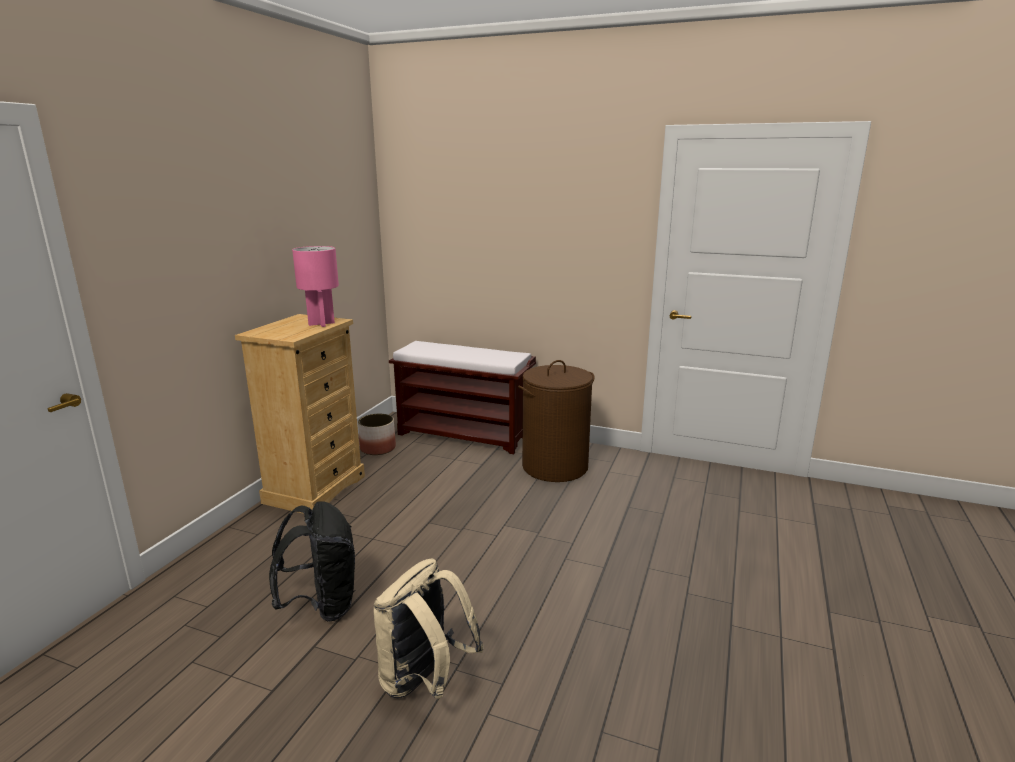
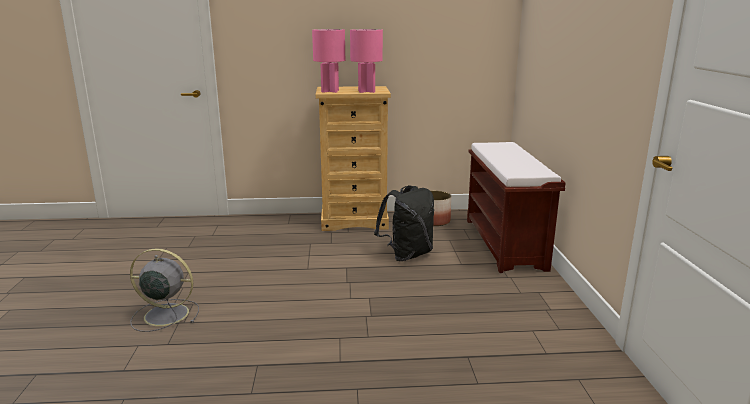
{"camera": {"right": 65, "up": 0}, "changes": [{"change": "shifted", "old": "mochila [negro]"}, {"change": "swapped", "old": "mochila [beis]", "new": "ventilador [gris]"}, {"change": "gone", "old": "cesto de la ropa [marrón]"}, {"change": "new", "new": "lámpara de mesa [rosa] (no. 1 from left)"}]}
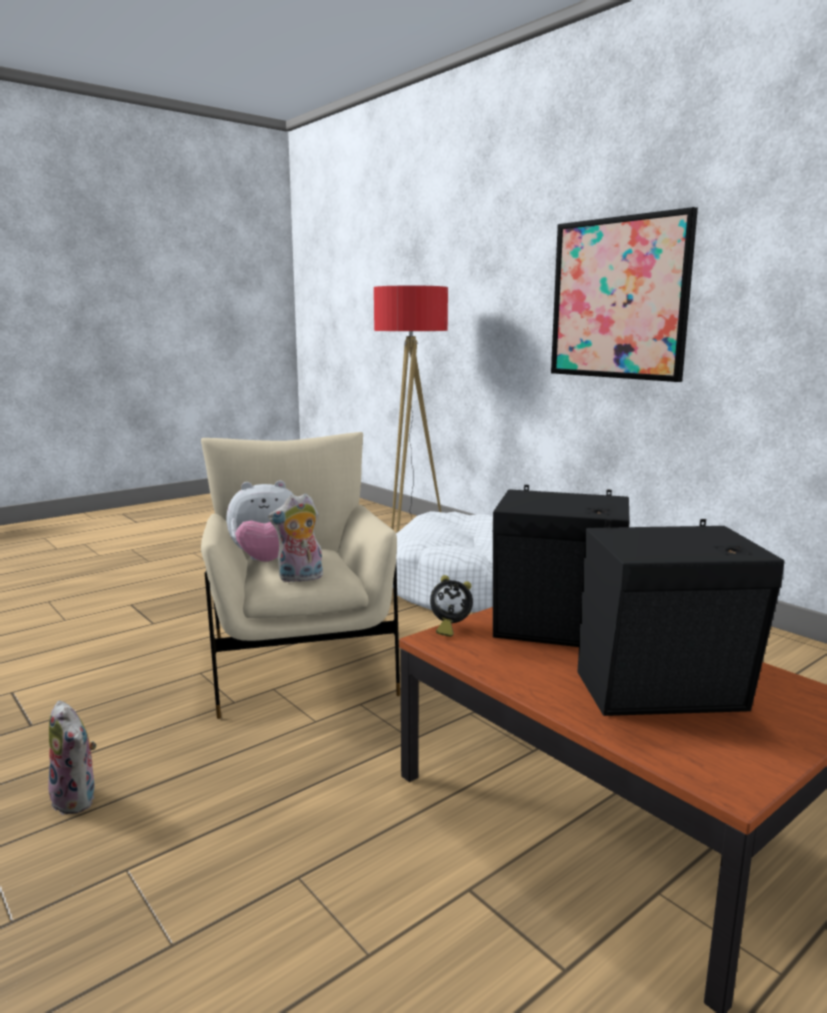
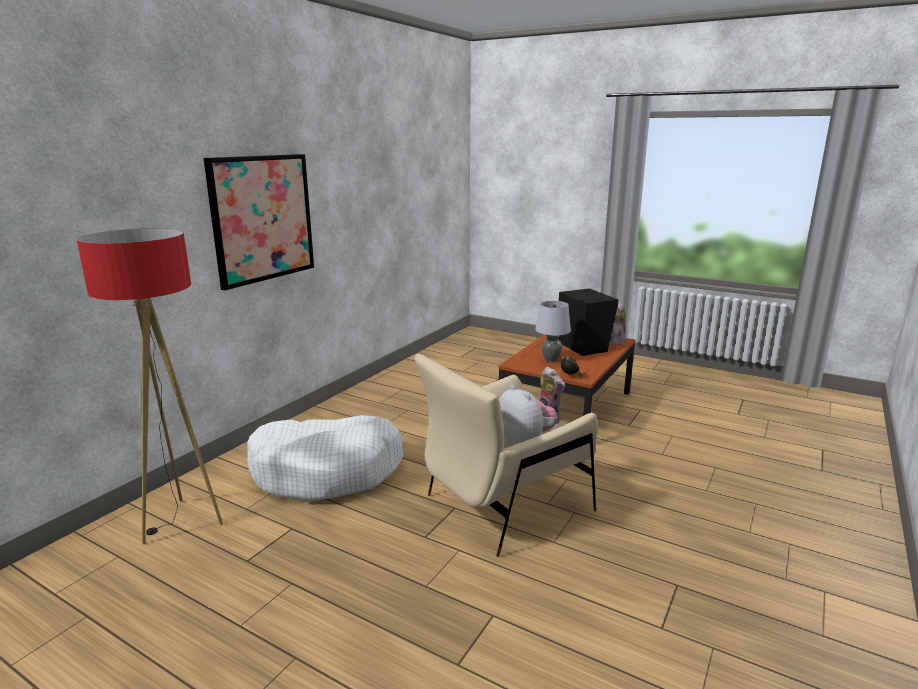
{"camera": {"right": -110, "up": 5}, "changes": [{"change": "shifted", "old": "peluche (no. 1 from left in the first image)", "new": "peluche (no. 3 from left)"}, {"change": "swapped", "old": "altavoz [negro] (no. 1 from left)", "new": "lámpara de mesa [gris]"}]}
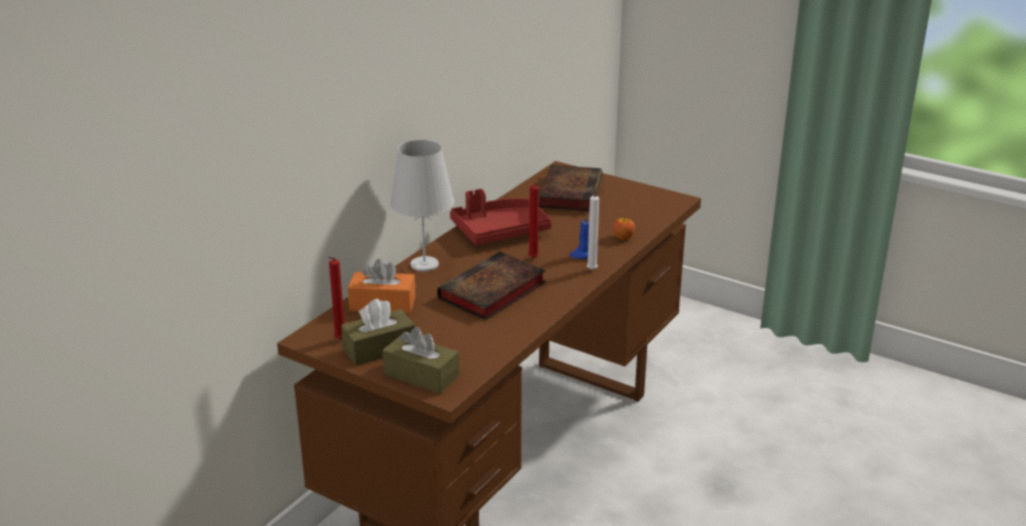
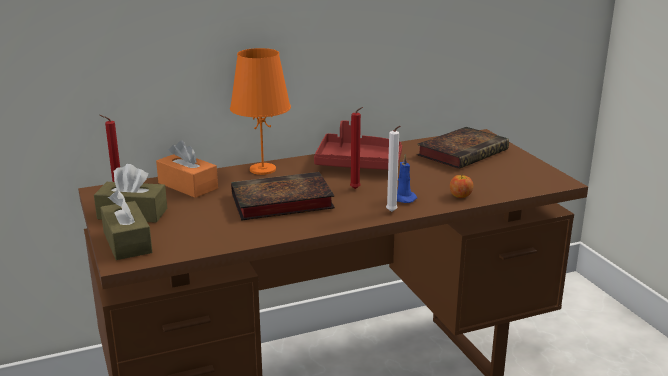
{"camera": {"right": 35, "up": -5}, "changes": [{"change": "repainted", "old": "lámpara de mesa [blanco]", "new": "lámpara de mesa [naranja]"}]}
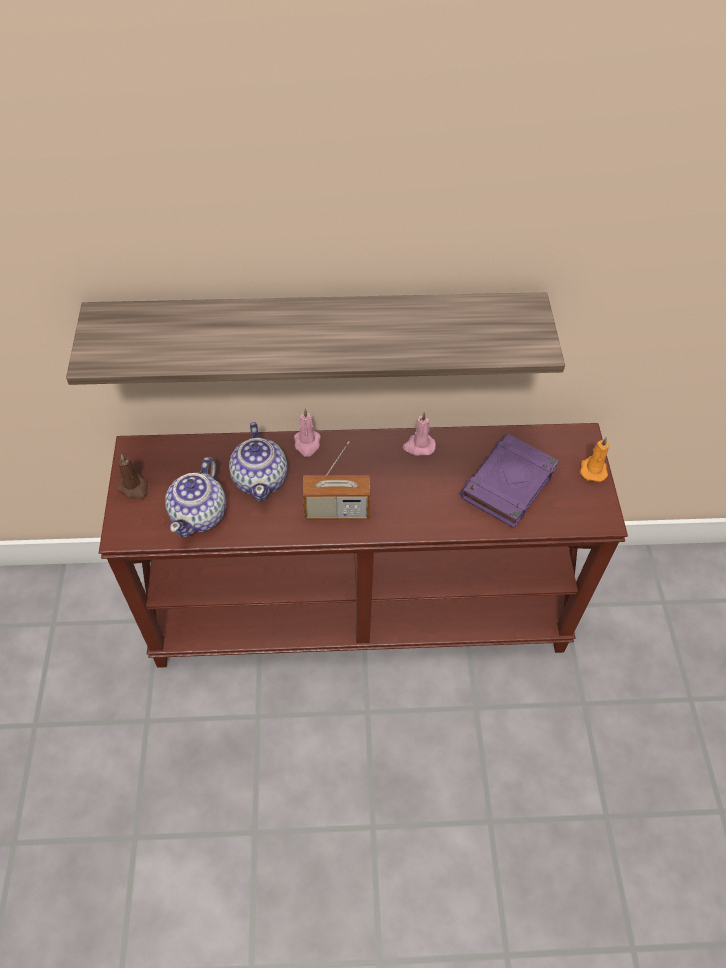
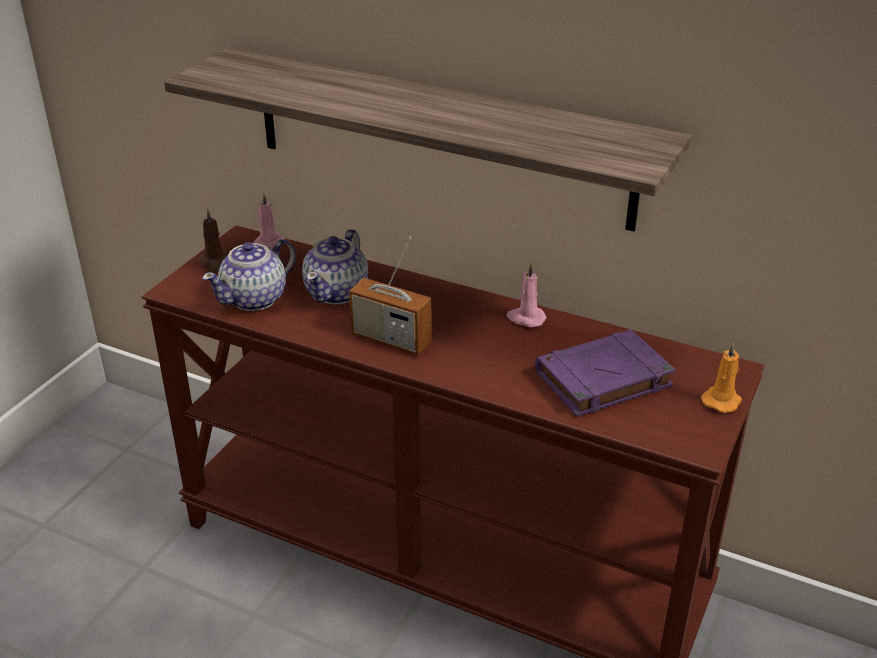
{"camera": {"right": 30, "up": -20}, "changes": [{"change": "shifted", "old": "vela [rosa] (no. 1 from left)"}]}
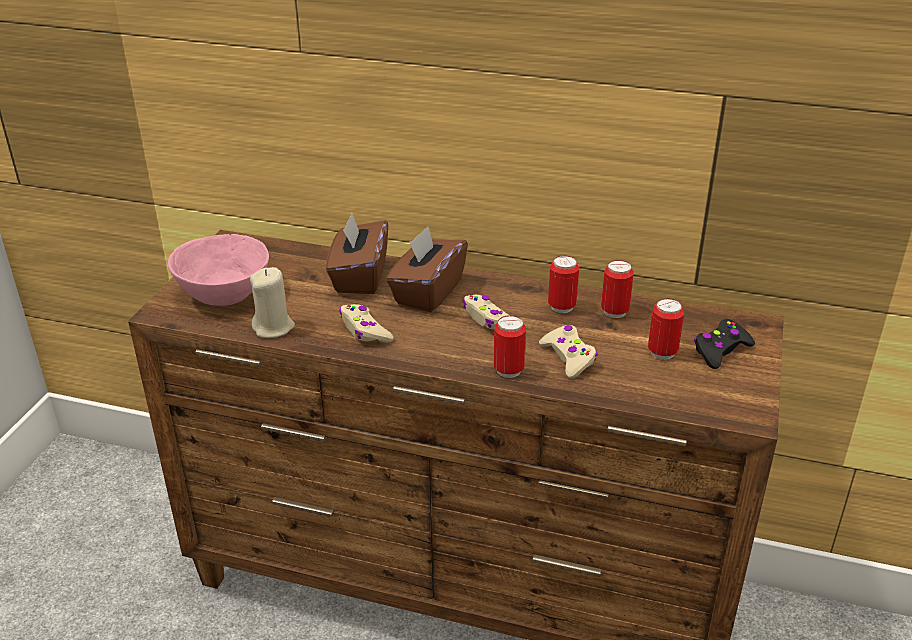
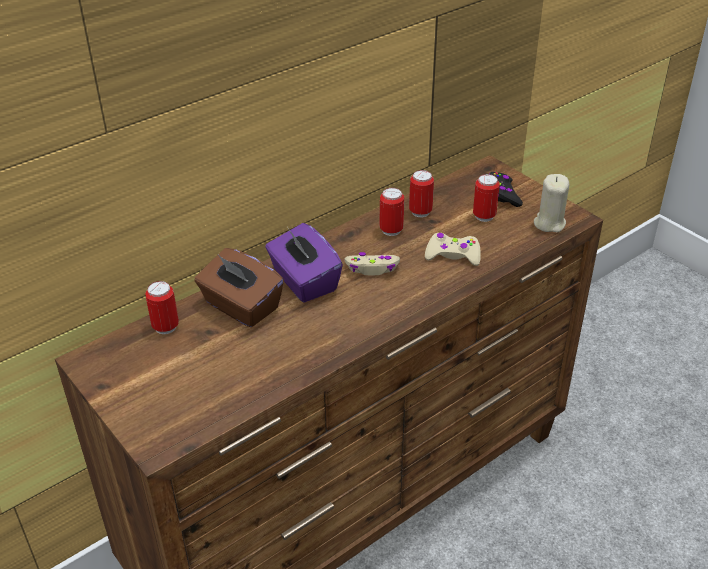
{"camera": {"right": -55, "up": 5}, "changes": [{"change": "gone", "old": "cuenco [rosa]"}, {"change": "shifted", "old": "vela [beis]"}, {"change": "gone", "old": "mando de consola [beis] (no. 1 from left)"}, {"change": "repainted", "old": "caja de pañuelos [marrón] (no. 2 from left)", "new": "caja de pañuelos [morado]"}, {"change": "shifted", "old": "lata (no. 1 from left)"}]}
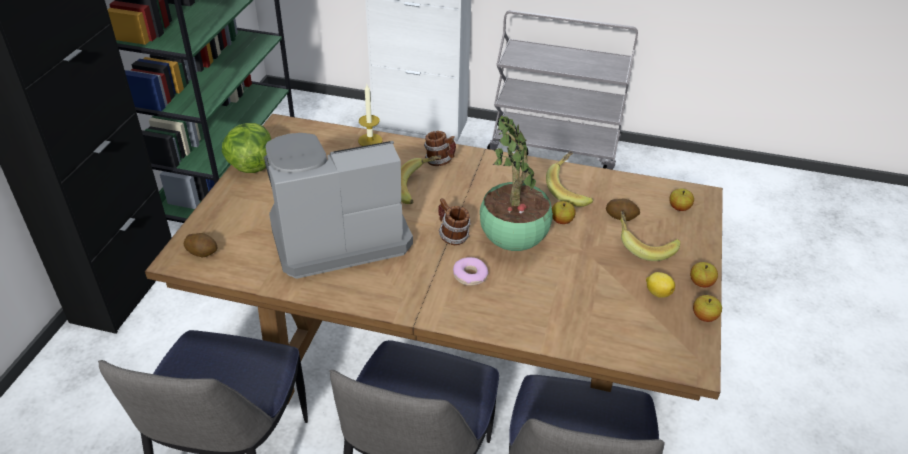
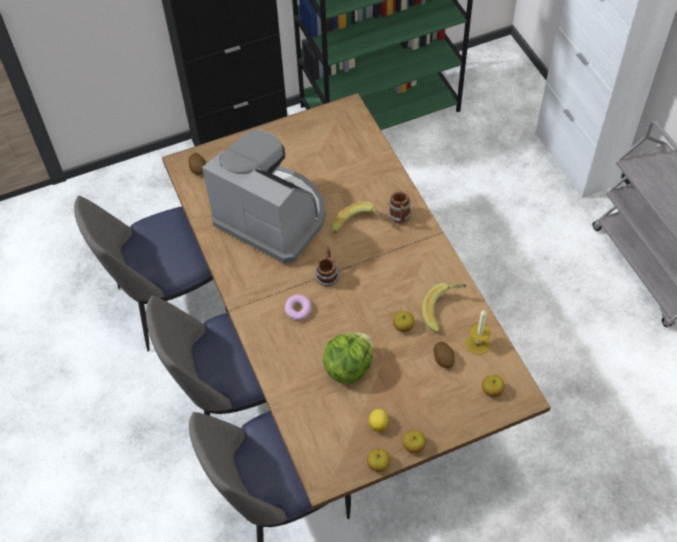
{"camera": {"right": 55, "up": 15}, "changes": [{"change": "shifted", "old": "lechuga"}, {"change": "shifted", "old": "vela"}, {"change": "gone", "old": "planta en maceta"}, {"change": "gone", "old": "plátano (no. 3 from left)"}]}
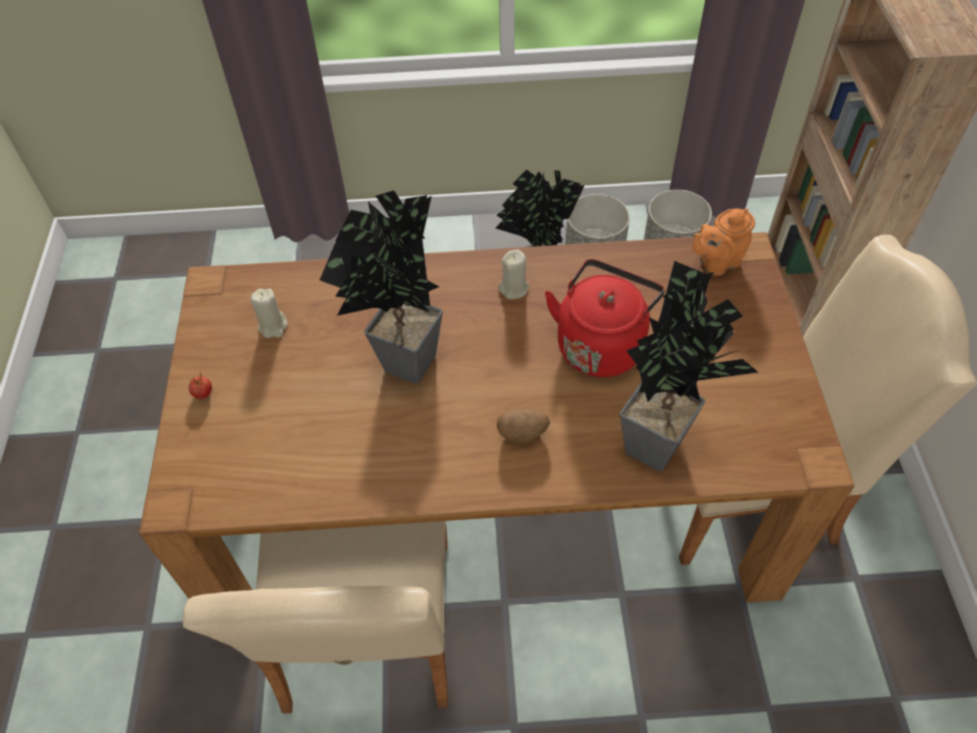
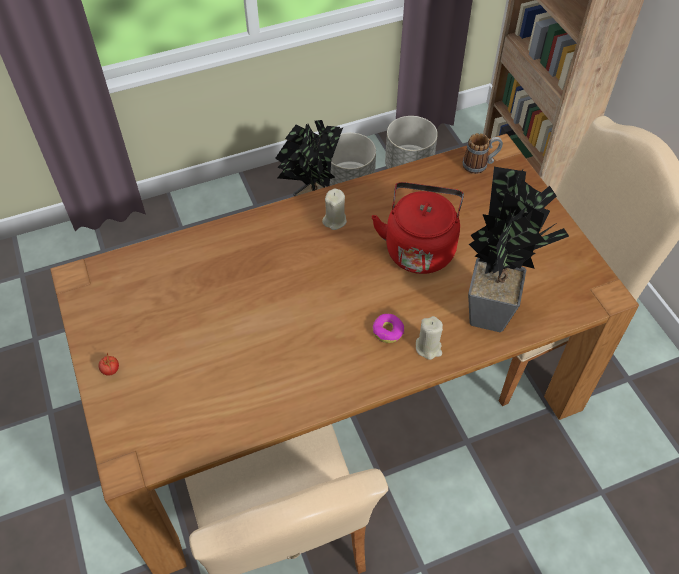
{"camera": {"right": -20, "up": 0}, "changes": [{"change": "shifted", "old": "vela [beis] (no. 1 from left in the first image)", "new": "vela [beis] (no. 2 from left)"}, {"change": "gone", "old": "planta en maceta (no. 1 from left)"}, {"change": "swapped", "old": "patata", "new": "rosquilla"}, {"change": "swapped", "old": "tetera [naranja]", "new": "taza grande"}]}
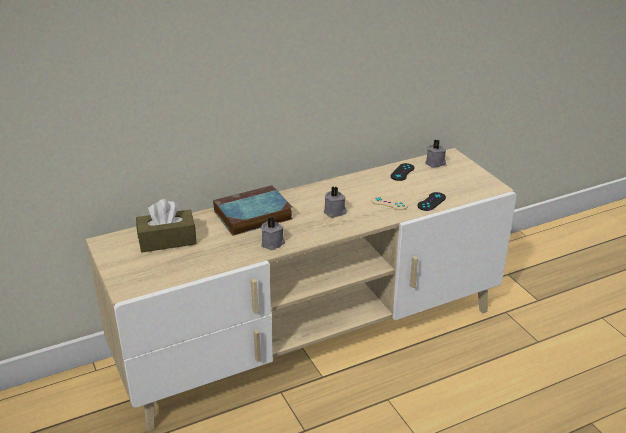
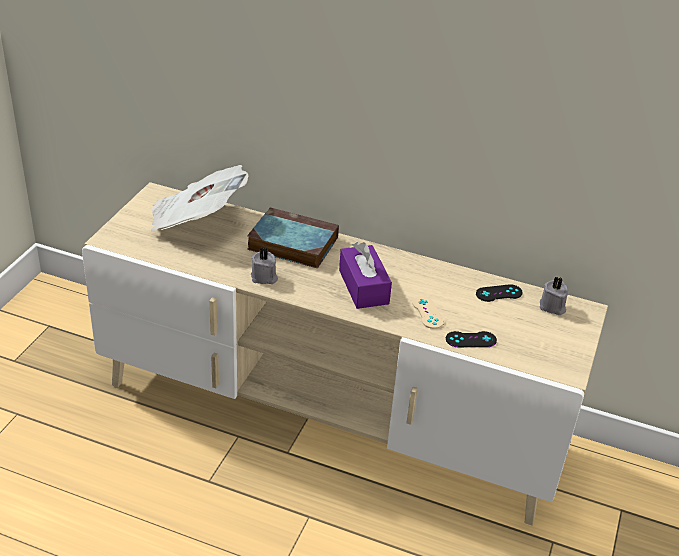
{"camera": {"right": 45, "up": 5}, "changes": [{"change": "swapped", "old": "caja de pañuelos [marrón]", "new": "periódico"}, {"change": "swapped", "old": "vela [gris] (no. 2 from left)", "new": "caja de pañuelos [morado]"}]}
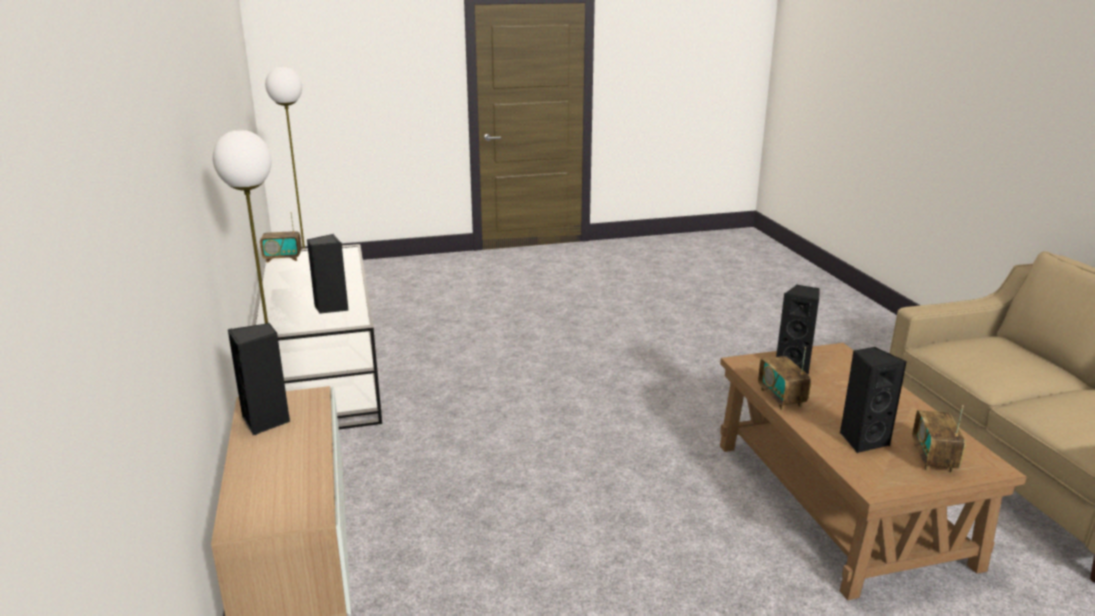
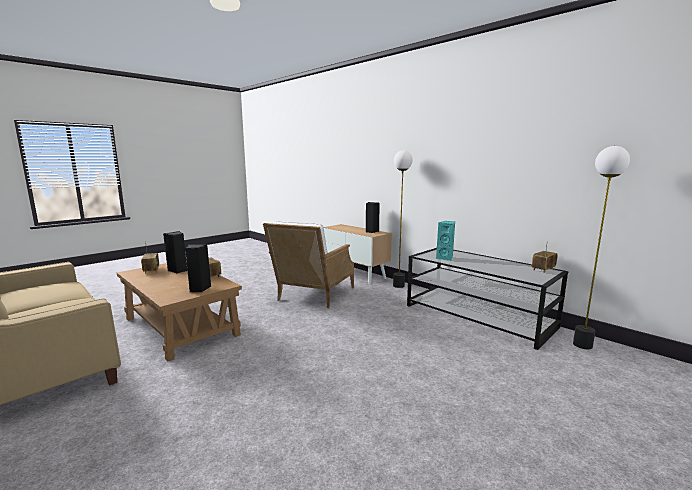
{"camera": {"right": 150, "up": -10}, "changes": [{"change": "repainted", "old": "altavoz [negro] (no. 2 from left)", "new": "altavoz [turquesa]"}, {"change": "new", "new": "sillón [blanco]"}]}
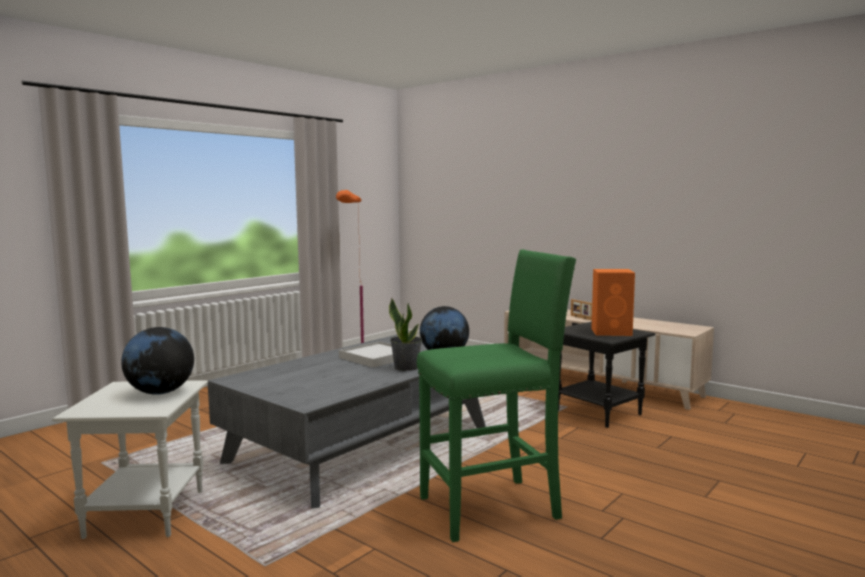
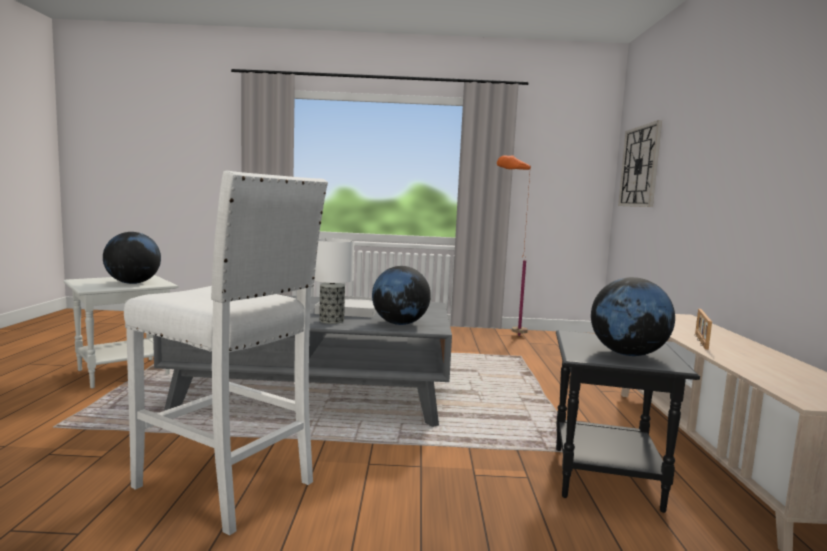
{"camera": {"right": 50, "up": 0}, "changes": [{"change": "swapped", "old": "planta en maceta", "new": "lámpara de mesa"}, {"change": "repainted", "old": "taburete [verde]", "new": "taburete [blanco]"}, {"change": "swapped", "old": "altavoz [naranja]", "new": "globo terráqueo (no. 3 from left)"}, {"change": "new", "new": "reloj de pared"}]}
